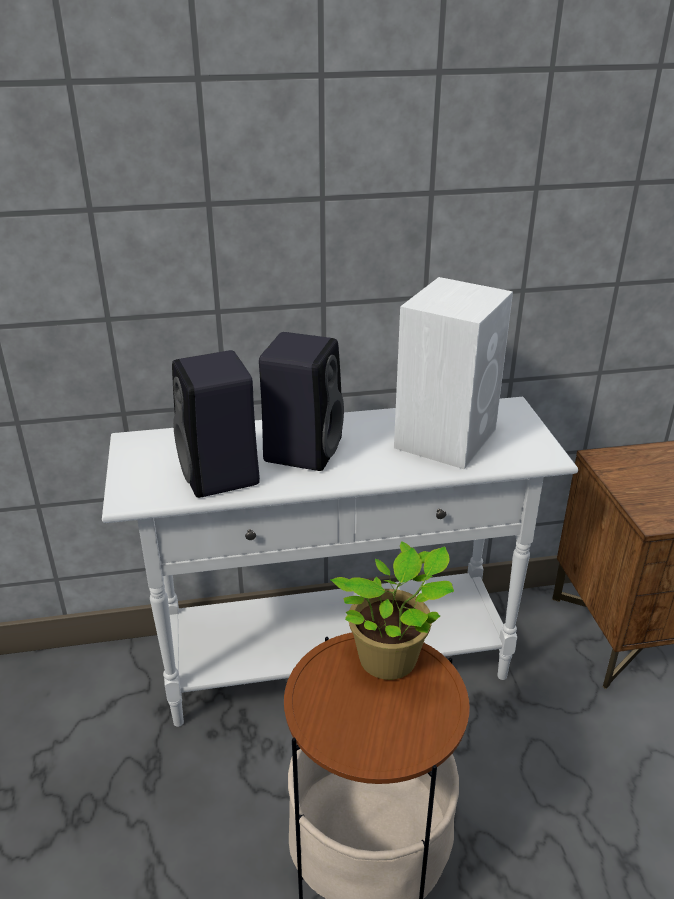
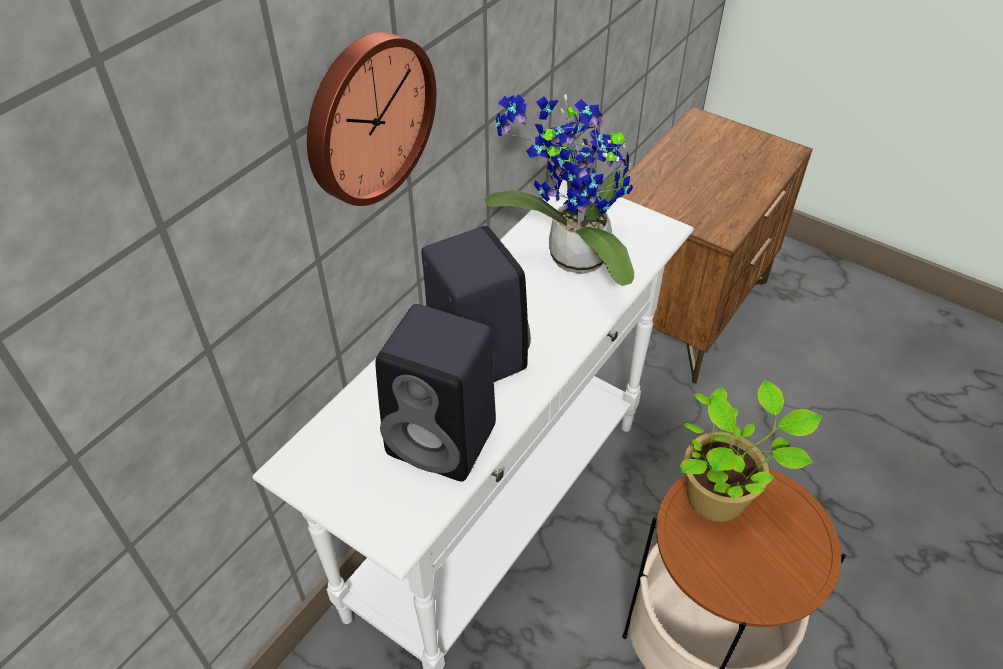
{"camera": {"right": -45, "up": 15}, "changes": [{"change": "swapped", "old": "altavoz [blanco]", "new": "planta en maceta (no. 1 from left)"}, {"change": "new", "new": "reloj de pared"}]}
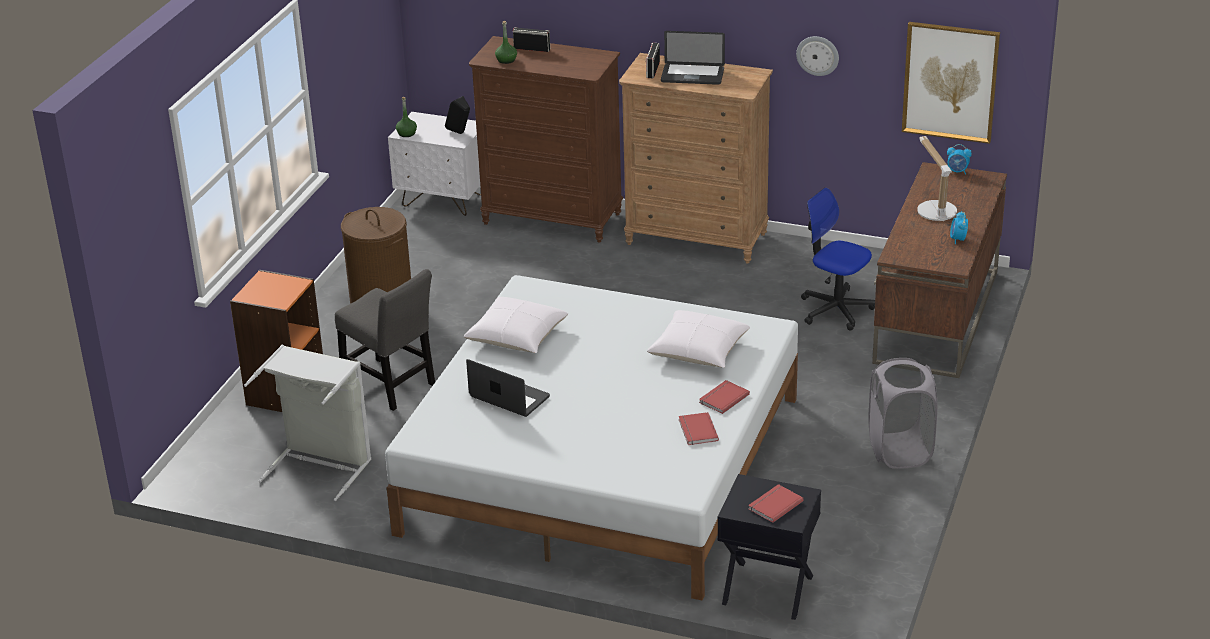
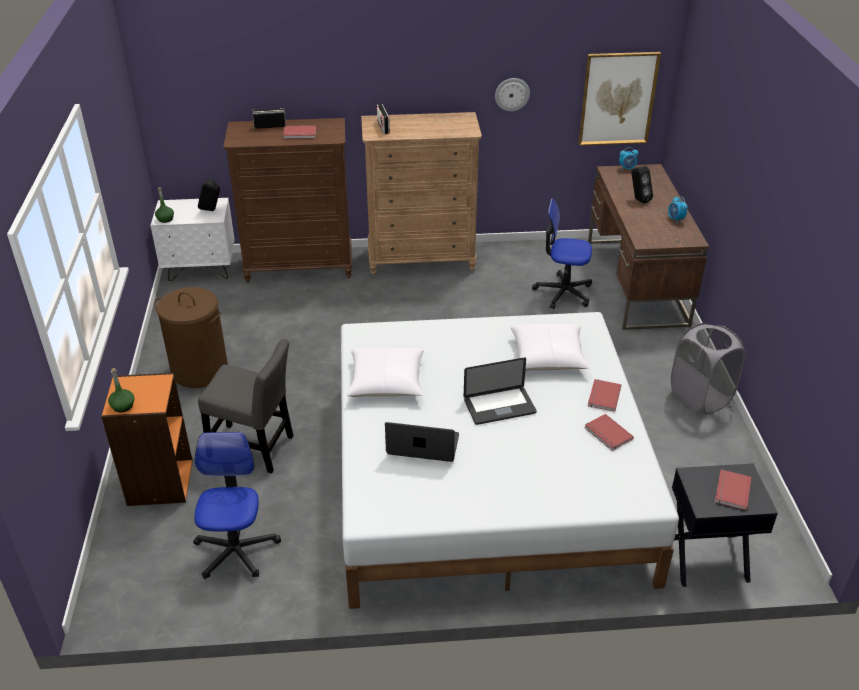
{"camera": {"right": -25, "up": 5}, "changes": [{"change": "swapped", "old": "cesto de la ropa [gris] (no. 1 from left)", "new": "silla de oficina (no. 1 from left)"}, {"change": "shifted", "old": "botella [verde] (no. 2 from left in the first image)", "new": "botella [verde] (no. 1 from left)"}, {"change": "shifted", "old": "portátil (no. 2 from left)"}, {"change": "swapped", "old": "lámpara de mesa", "new": "altavoz [negro] (no. 2 from left)"}, {"change": "new", "new": "libro [rojo] (no. 1 from left)"}]}
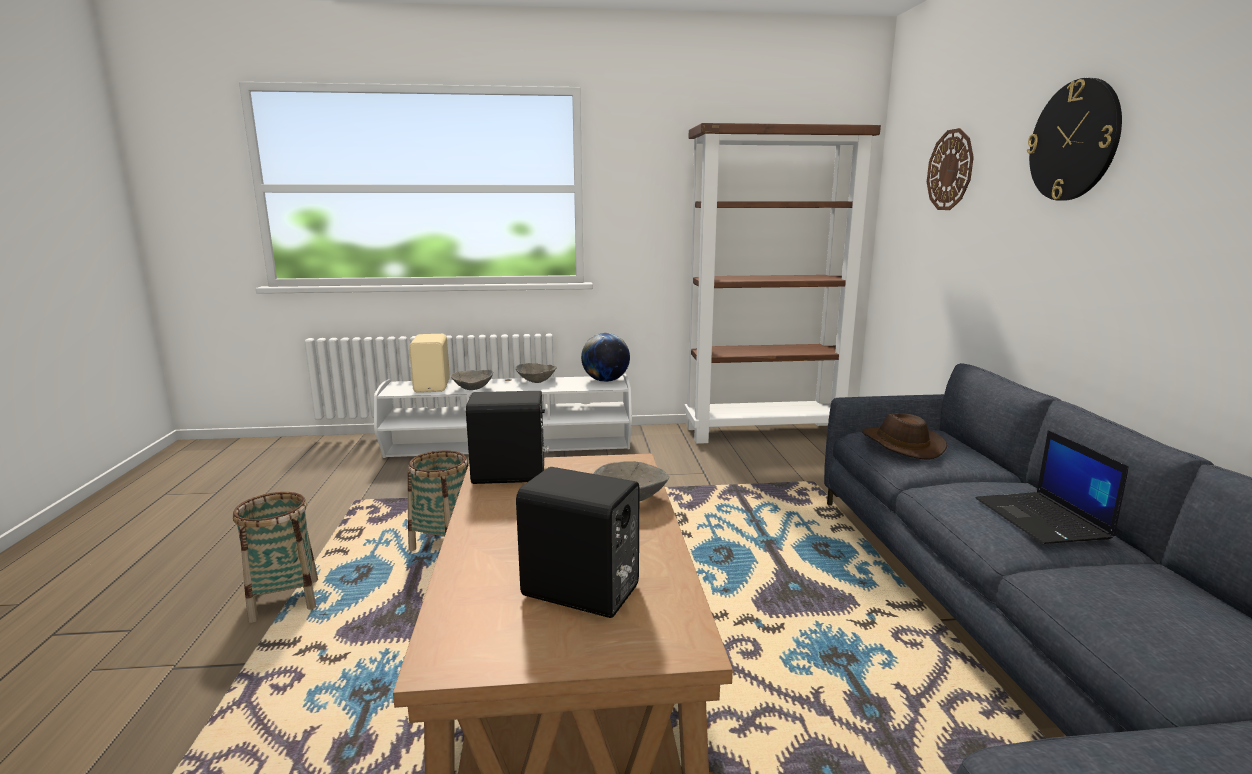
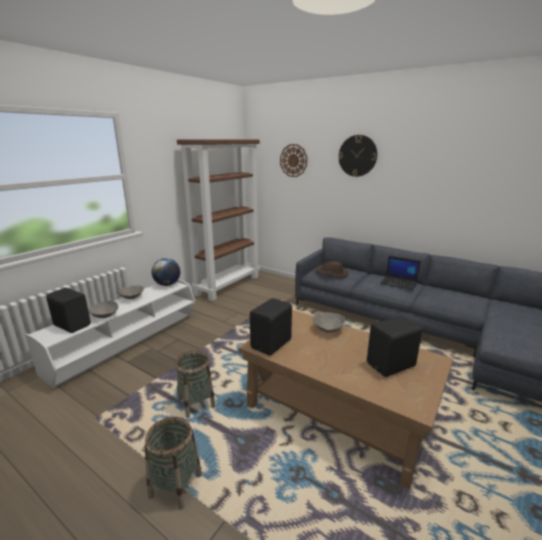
{"camera": {"right": -50, "up": 5}, "changes": [{"change": "repainted", "old": "altavoz [beis]", "new": "altavoz [negro] (no. 1 from left)"}]}
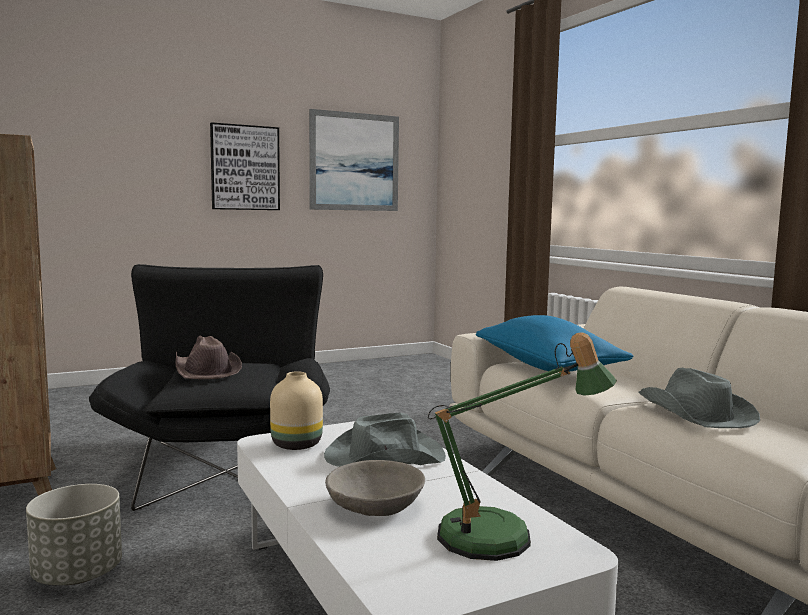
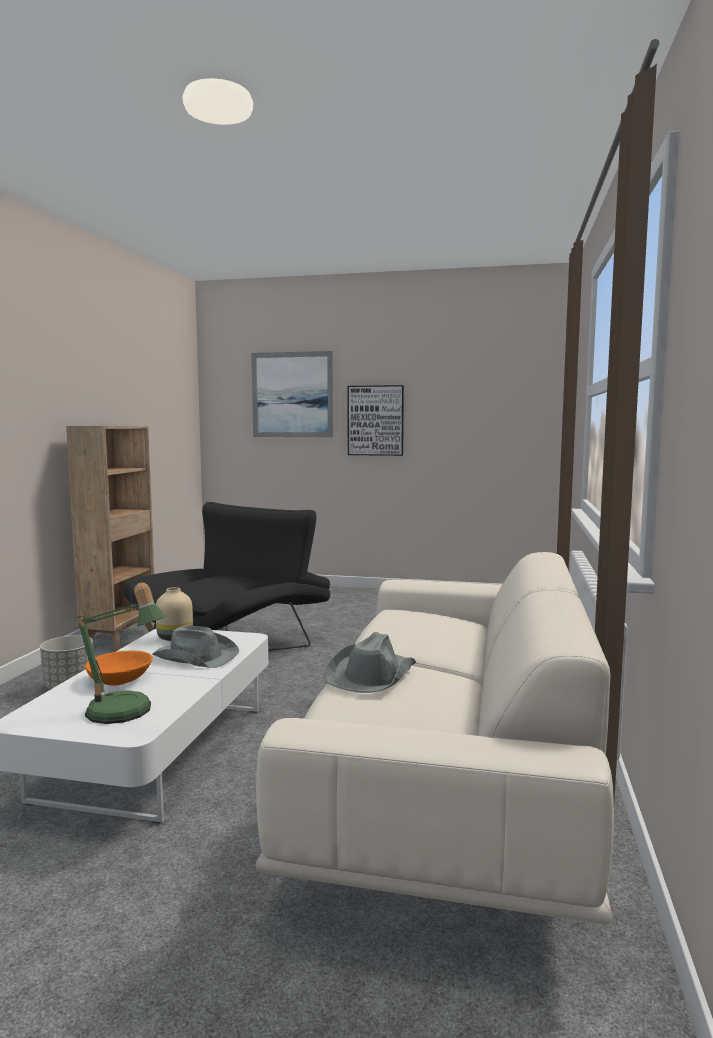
{"camera": {"right": 40, "up": 0}, "changes": [{"change": "gone", "old": "sombrero [marrón]"}, {"change": "shifted", "old": "cuadro (no. 2 from left in the first image)", "new": "cuadro (no. 1 from left)"}, {"change": "repainted", "old": "cuenco [gris]", "new": "cuenco [naranja]"}, {"change": "gone", "old": "cojín [azul]"}]}
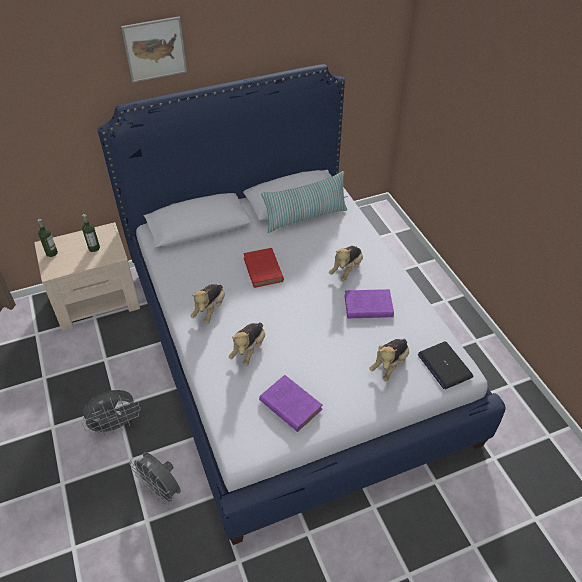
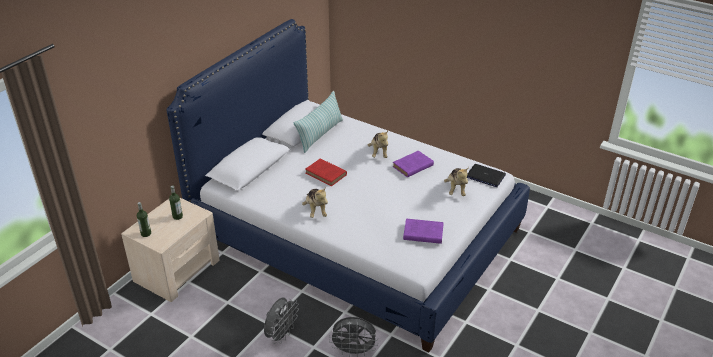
{"camera": {"right": -35, "up": -10}, "changes": [{"change": "gone", "old": "cuadro"}, {"change": "gone", "old": "peluche (no. 2 from left)"}]}
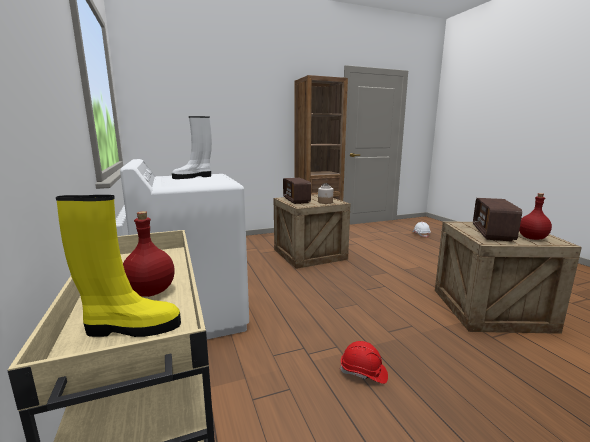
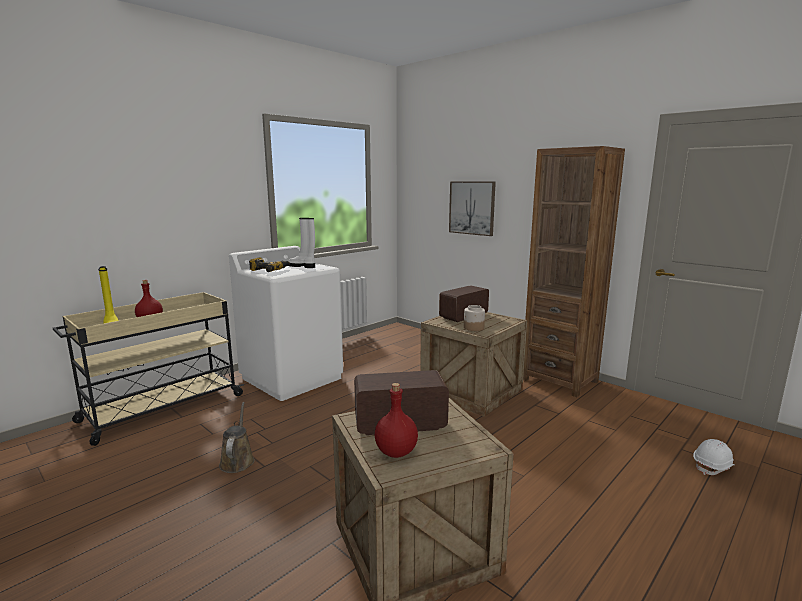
{"camera": {"right": 65, "up": 0}, "changes": [{"change": "swapped", "old": "casco [rojo]", "new": "regadera [marrón]"}, {"change": "new", "new": "taladro"}, {"change": "new", "new": "cuadro"}]}
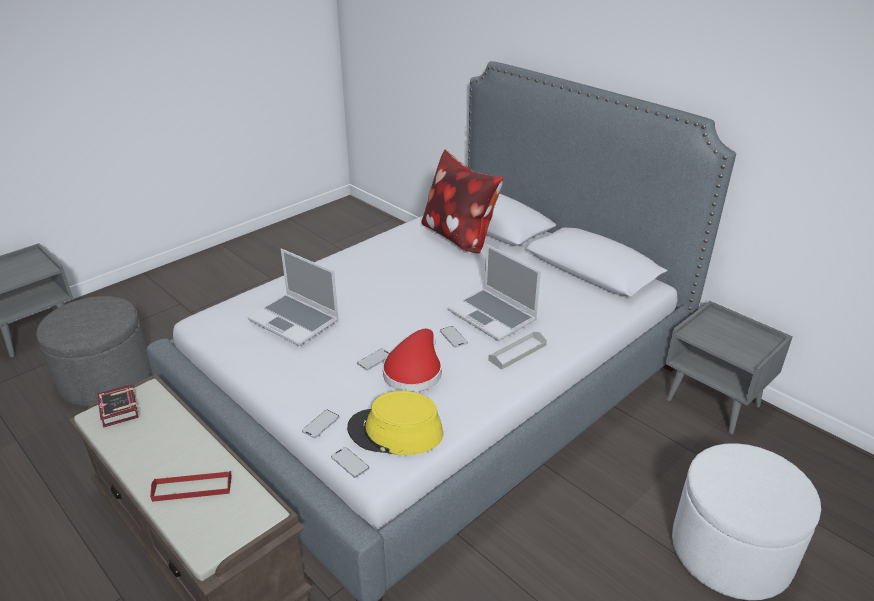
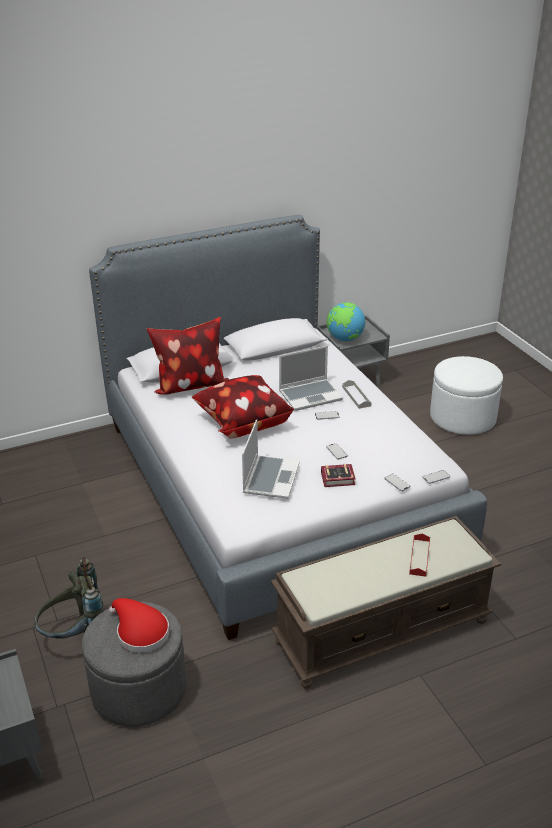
{"camera": {"right": -70, "up": 0}, "changes": [{"change": "shifted", "old": "libro"}, {"change": "rotated", "old": "portátil (no. 1 from left)", "degrees": -45}, {"change": "gone", "old": "sombrero [amarillo]"}, {"change": "shifted", "old": "sombrero [rojo]"}, {"change": "new", "new": "mochila [gris]"}, {"change": "new", "new": "cojín (no. 2 from left)"}, {"change": "new", "new": "globo terráqueo"}]}
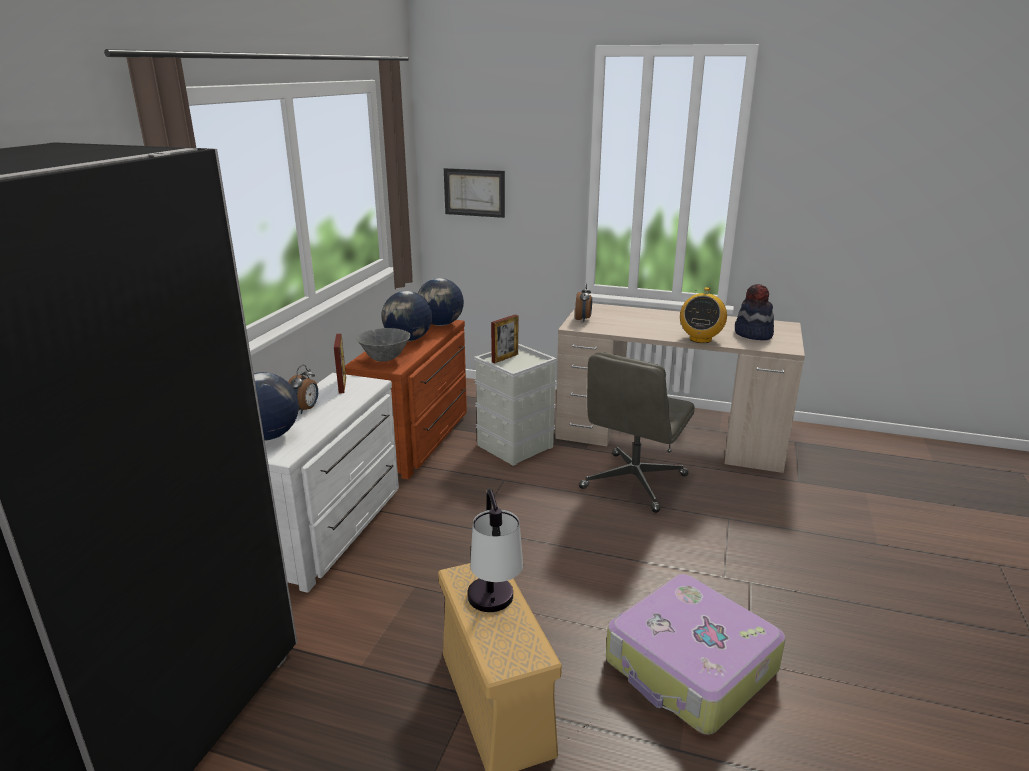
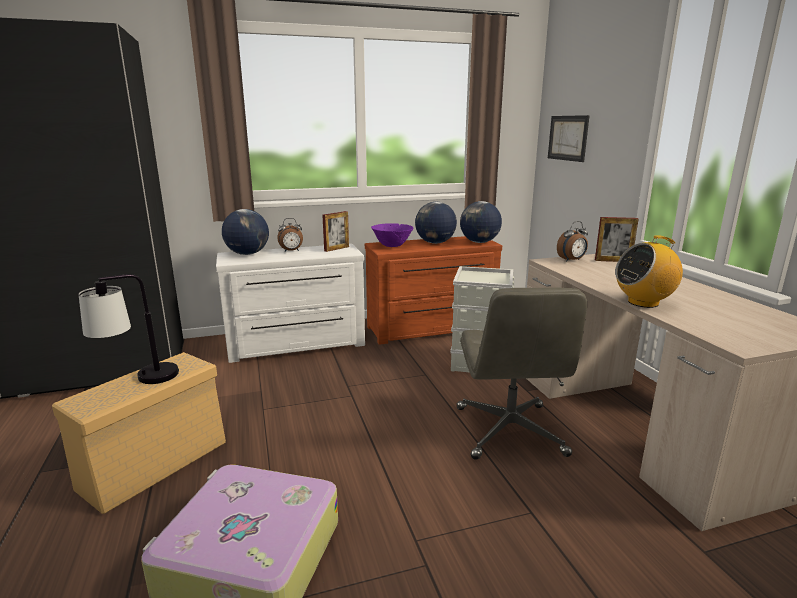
{"camera": {"right": 55, "up": -5}, "changes": [{"change": "repainted", "old": "cuenco [gris]", "new": "cuenco [morado]"}, {"change": "shifted", "old": "portarretratos (no. 2 from left)"}, {"change": "rotated", "old": "silla de oficina [gris]", "degrees": -90}, {"change": "gone", "old": "sombrero"}]}
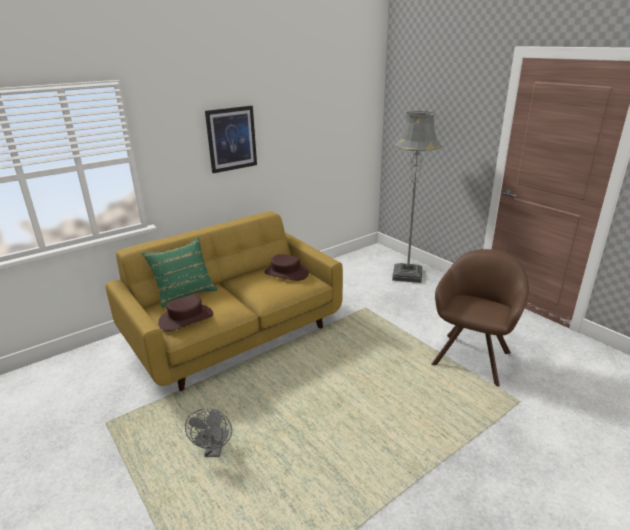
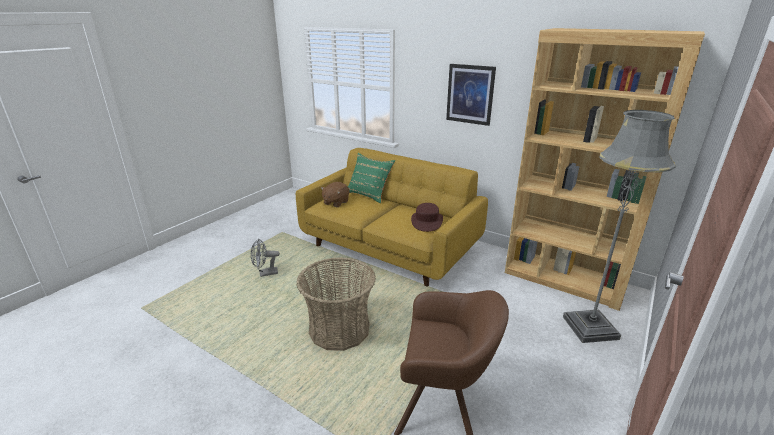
{"camera": {"right": 70, "up": 0}, "changes": [{"change": "swapped", "old": "sombrero [marrón] (no. 1 from left)", "new": "peluche [marrón]"}, {"change": "new", "new": "cesta"}, {"change": "new", "new": "estantería [marrón]"}]}
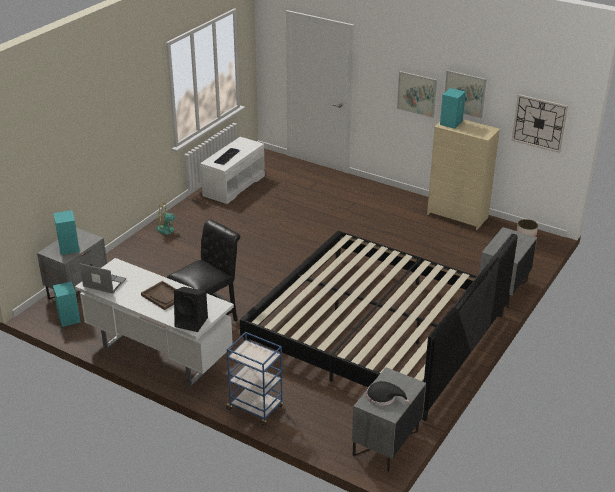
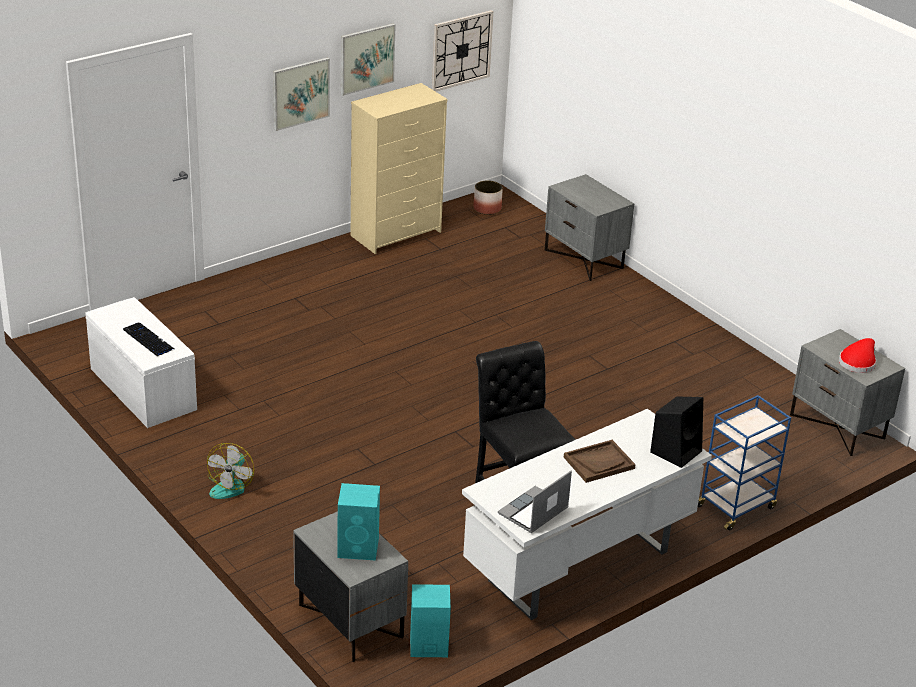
{"camera": {"right": -70, "up": 0}, "changes": [{"change": "gone", "old": "cama"}, {"change": "repainted", "old": "sombrero [negro]", "new": "sombrero [rojo]"}, {"change": "gone", "old": "altavoz [turquesa] (no. 3 from left)"}]}
